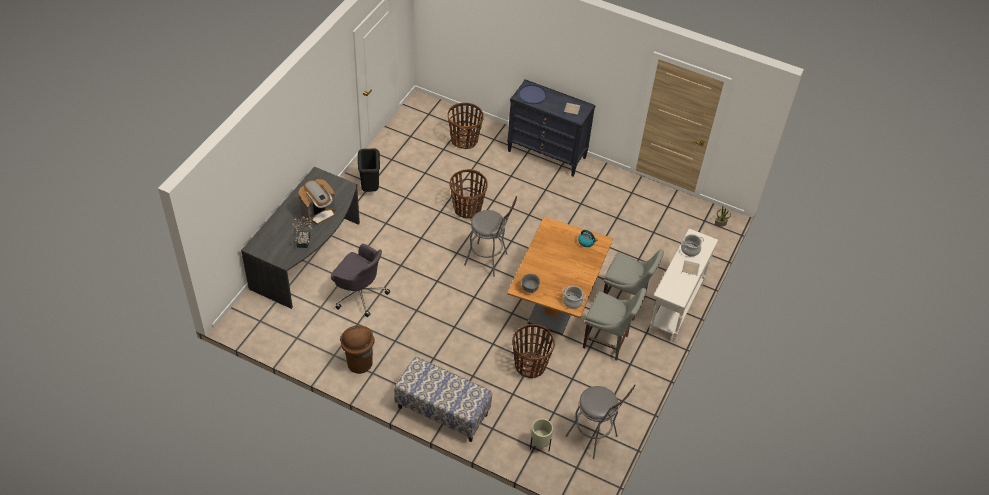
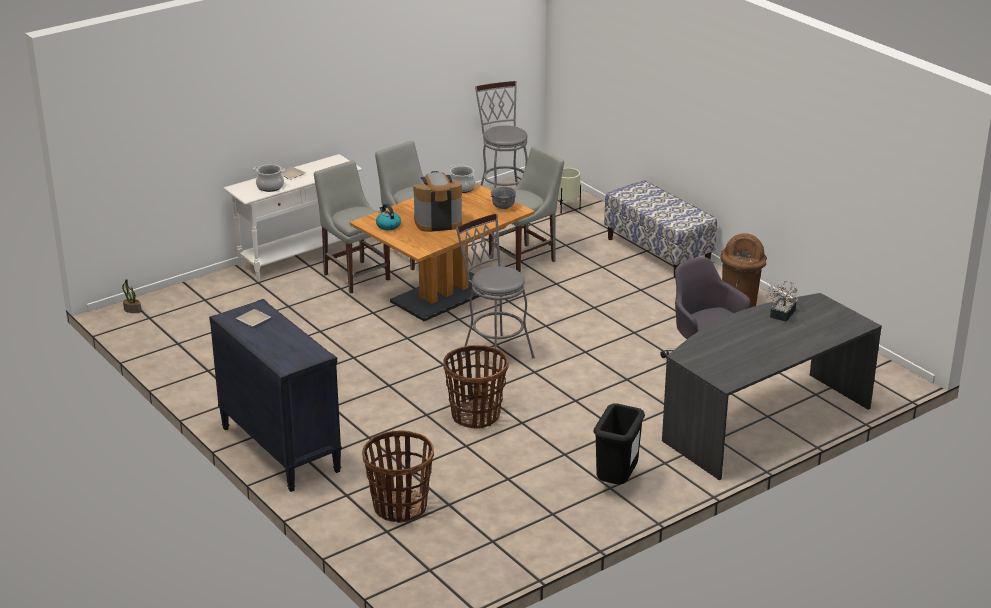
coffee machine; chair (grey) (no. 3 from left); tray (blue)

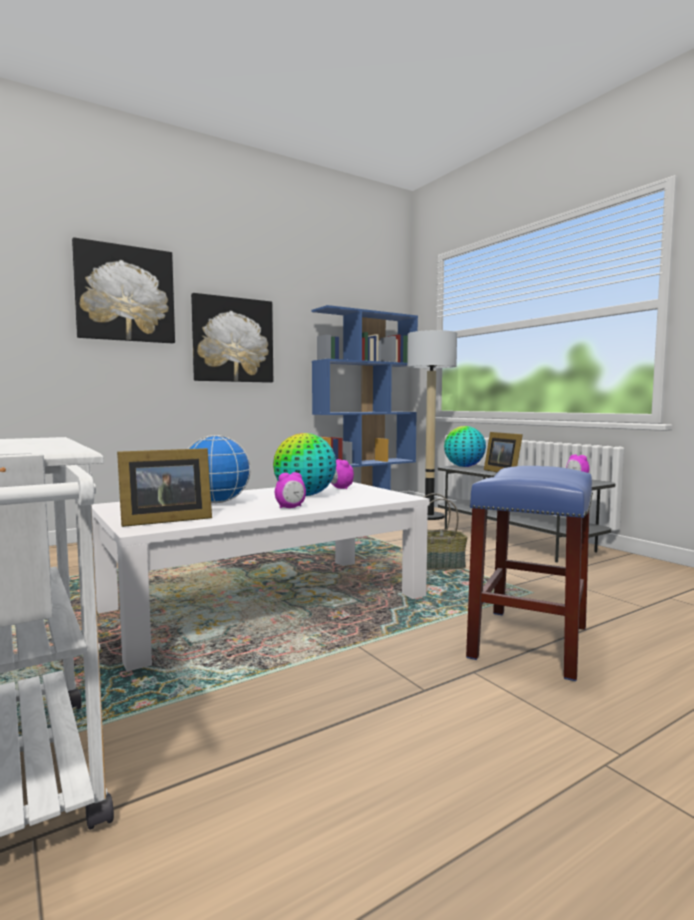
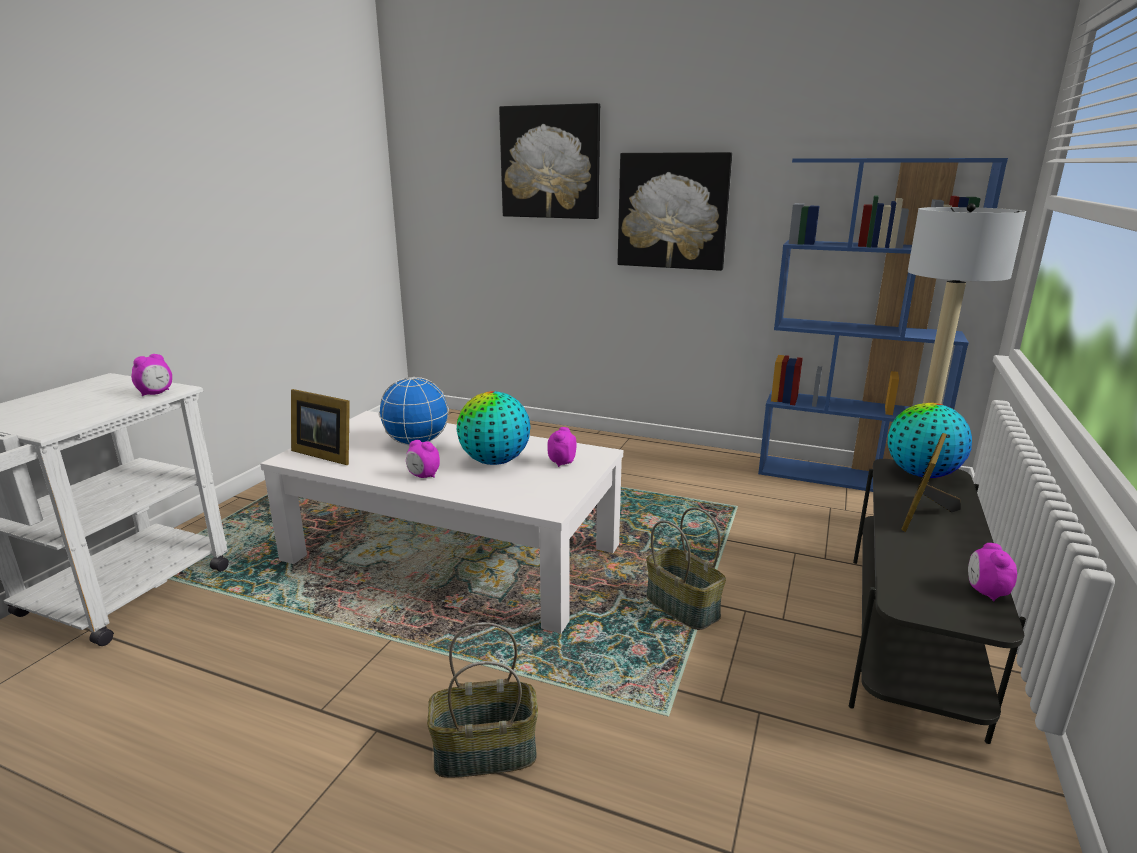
basket (no. 1 from left); alarm clock (no. 1 from left)

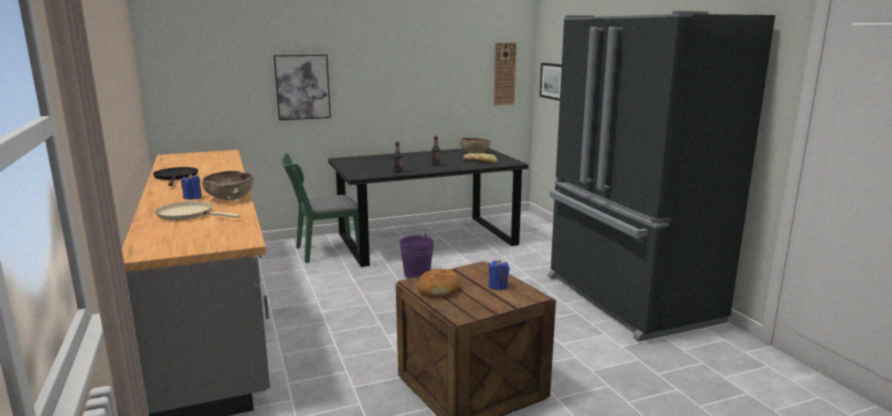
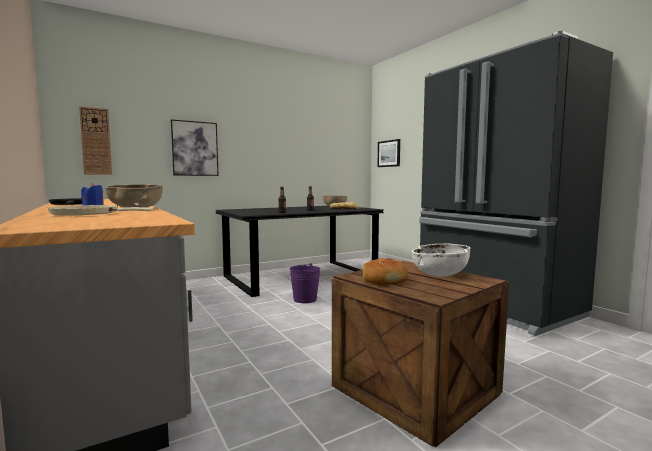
chair (green); bowl (white); wall clock

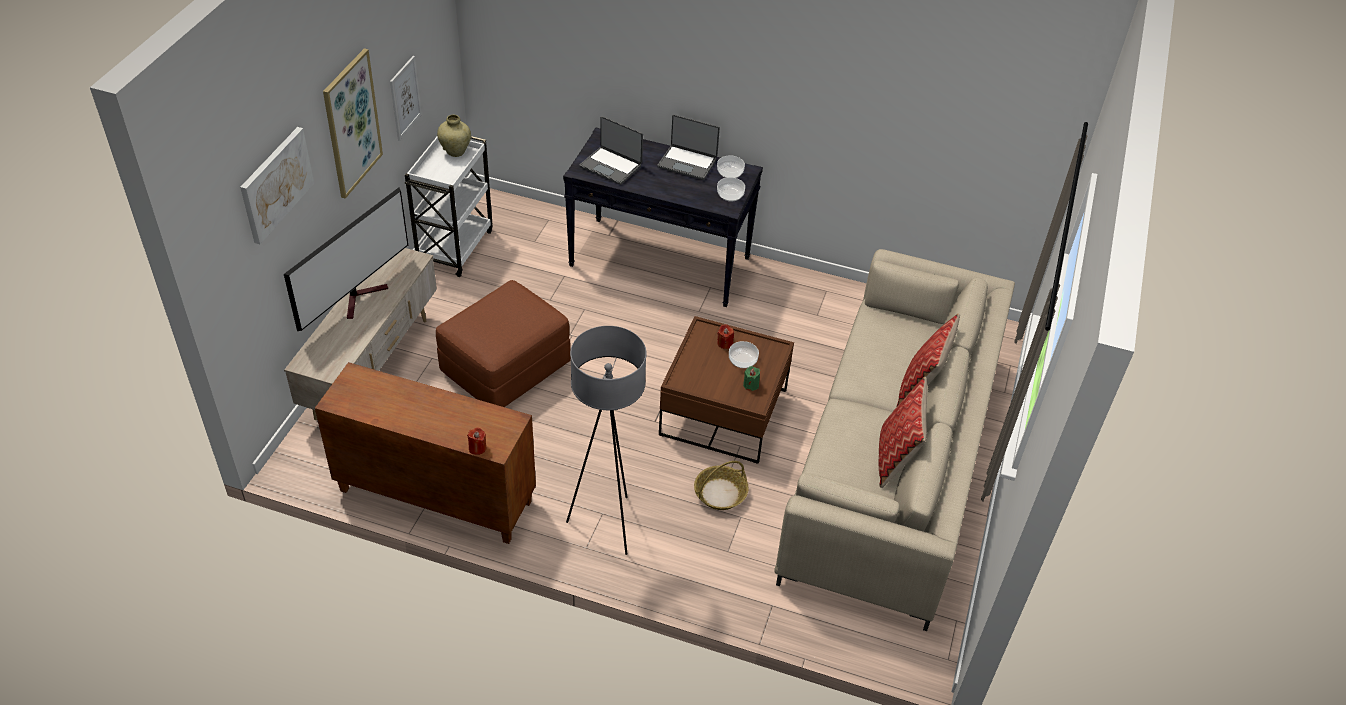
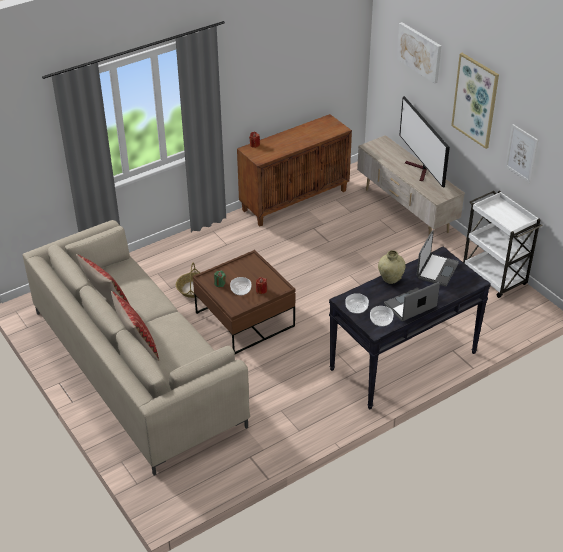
ottoman (brown); vase (beige); floor lamp (grey); laptop (no. 2 from left)

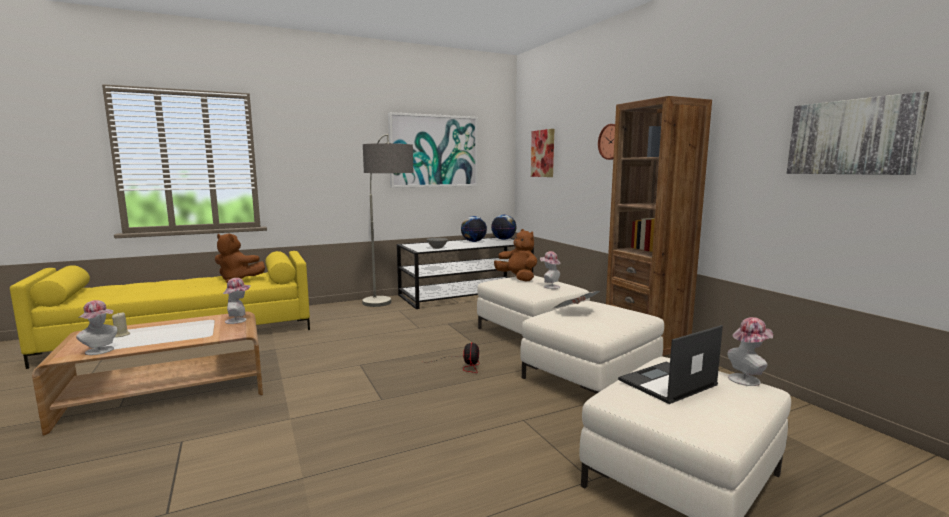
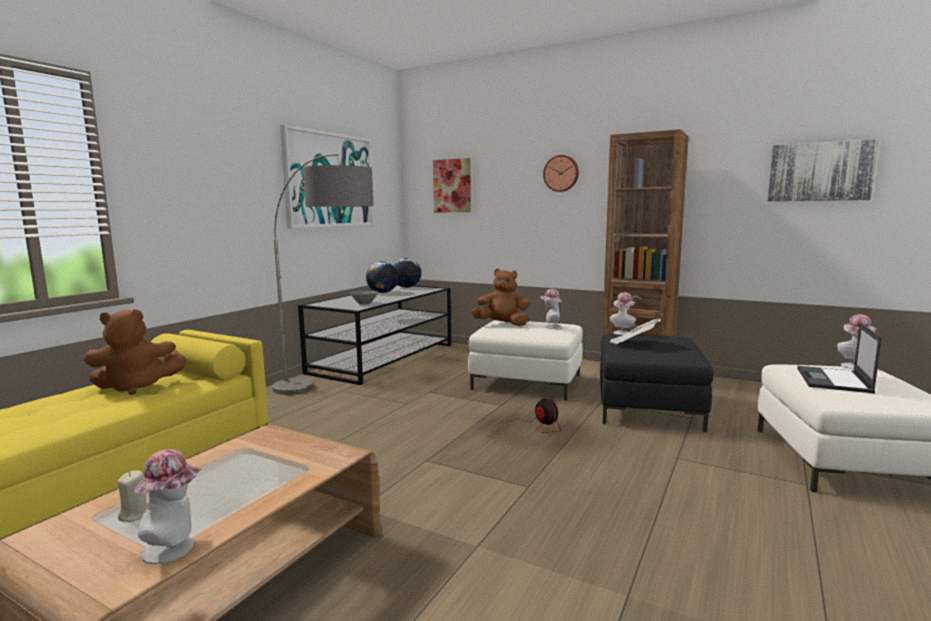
hat (no. 3 from left); ottoman (black)

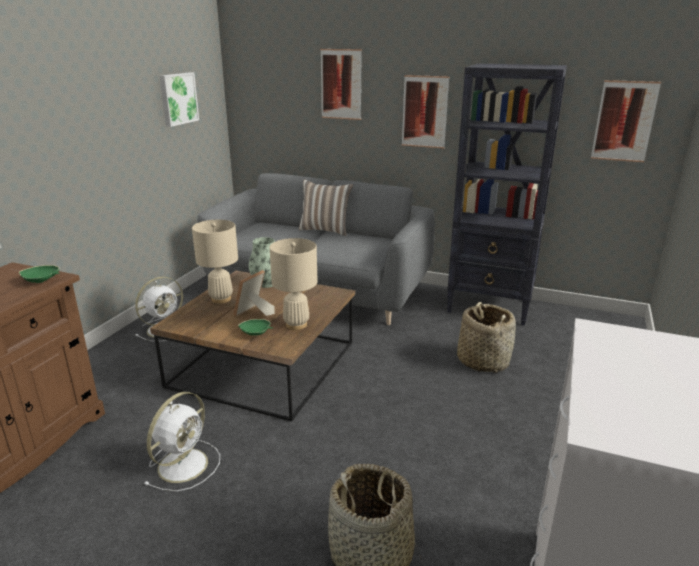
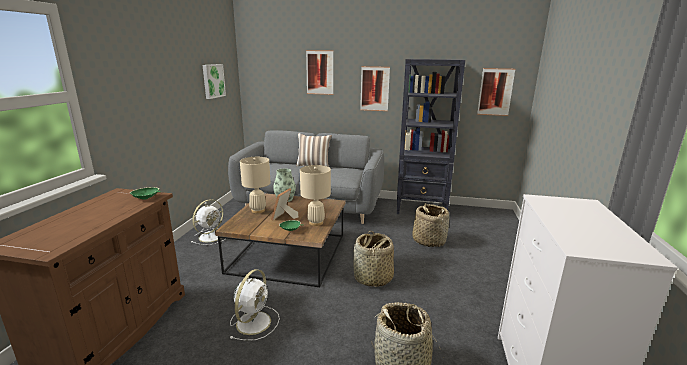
basket (no. 1 from left)

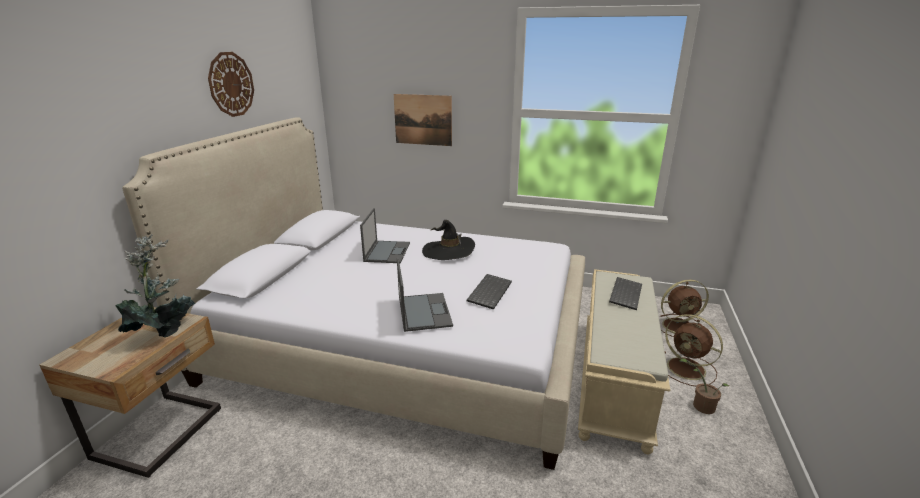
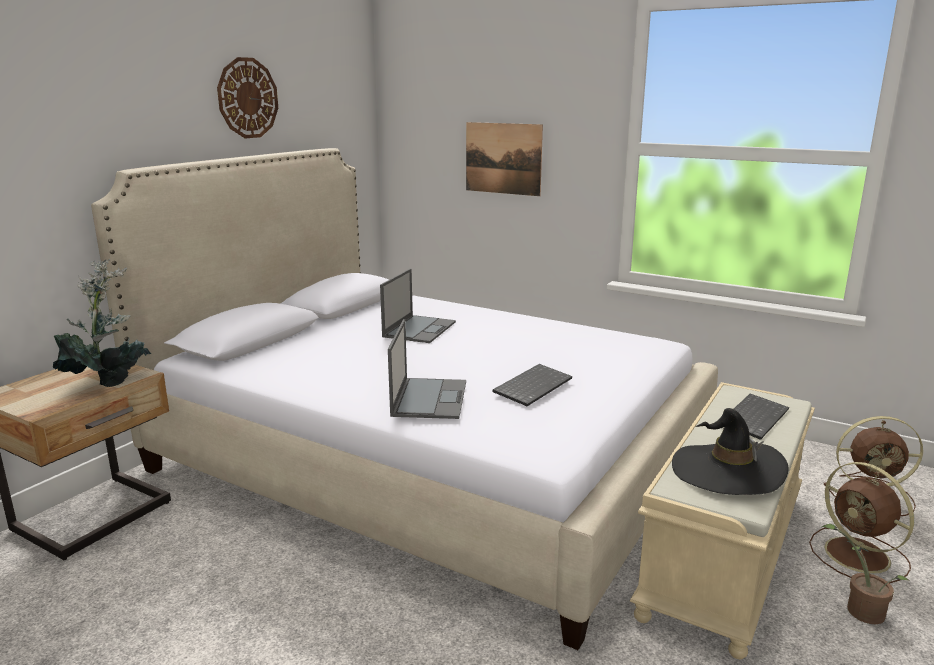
hat (black)

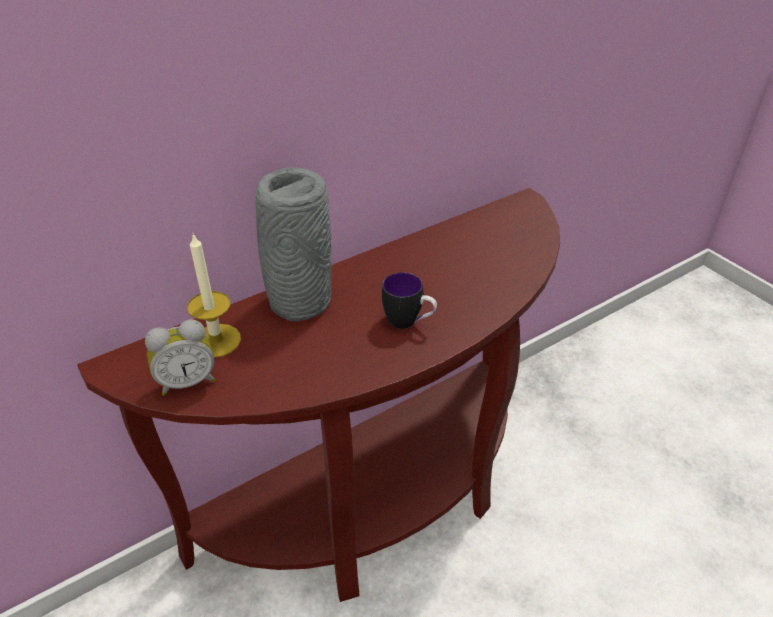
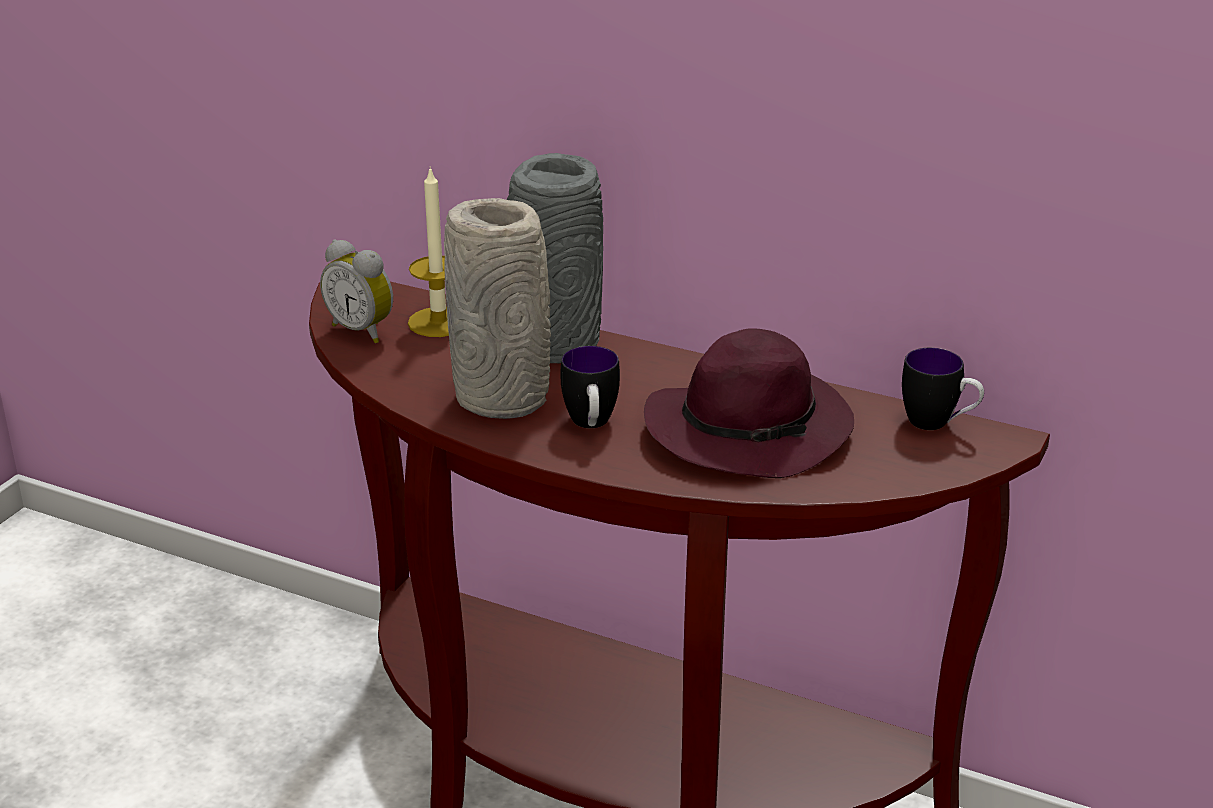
vase (grey) (no. 1 from left); hat (purple); mug (no. 2 from left)

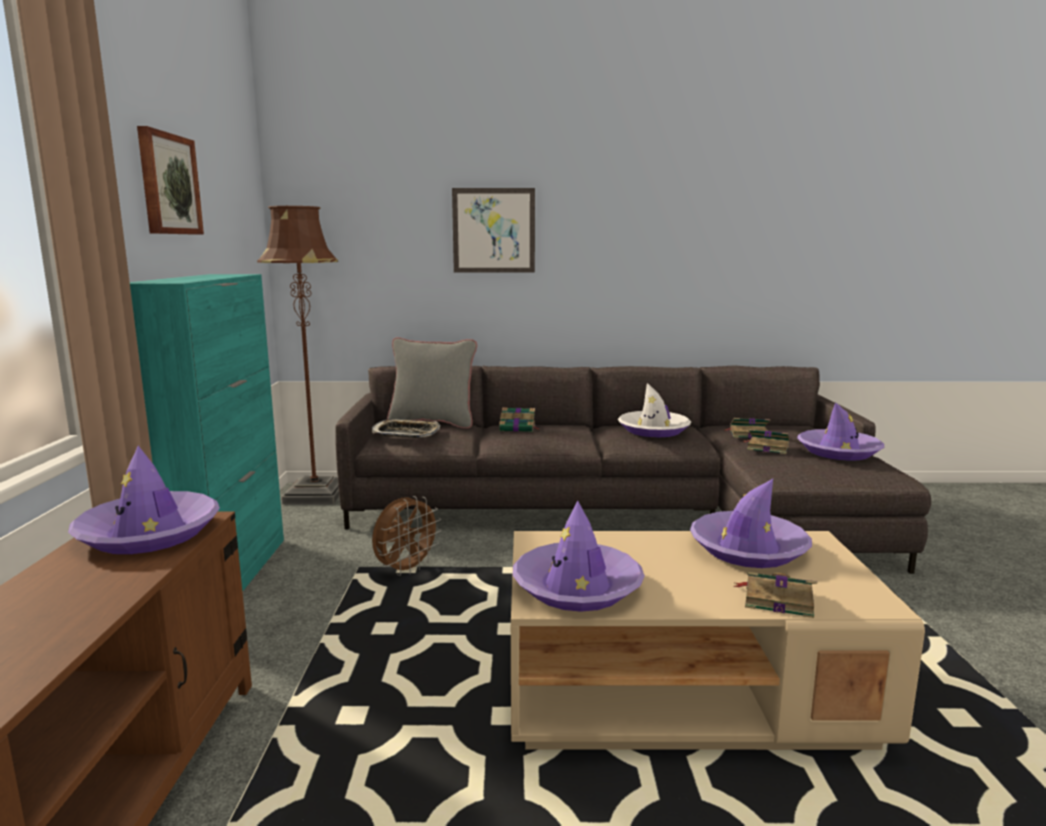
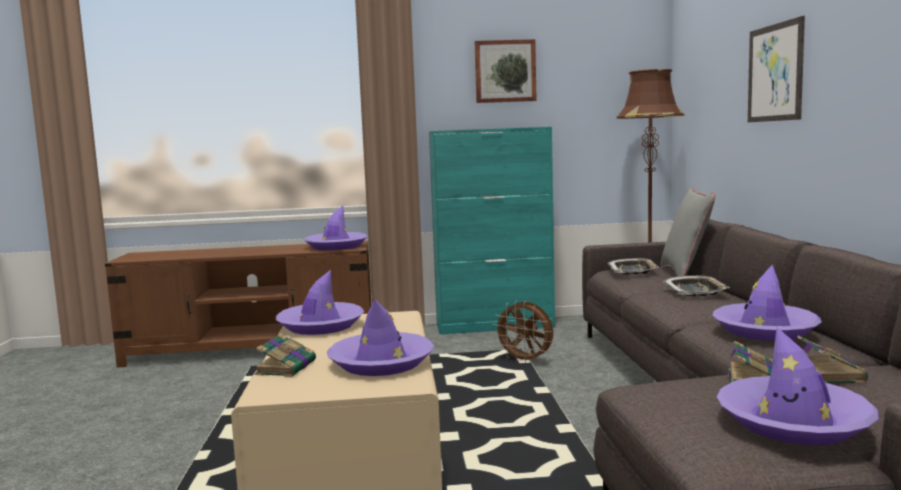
tray (no. 2 from left); hat (purple) (no. 4 from left)

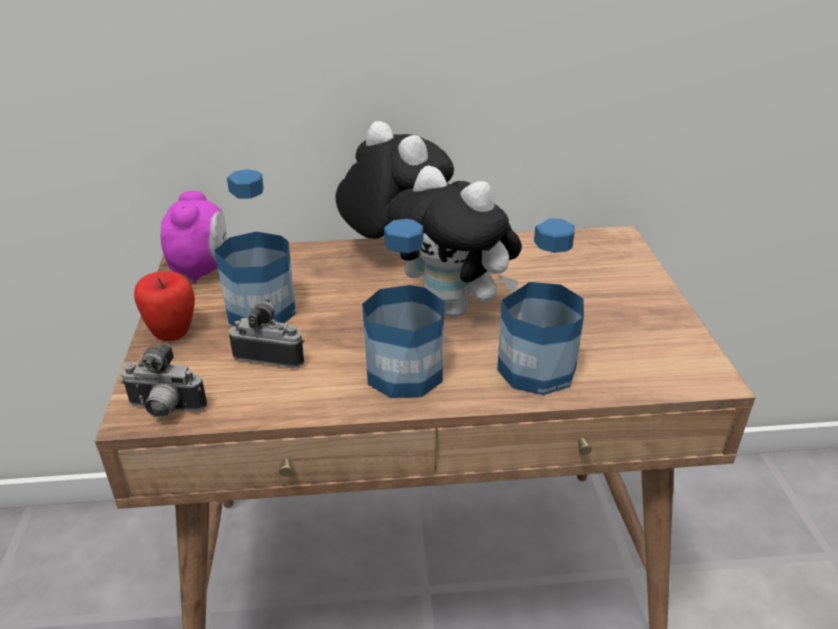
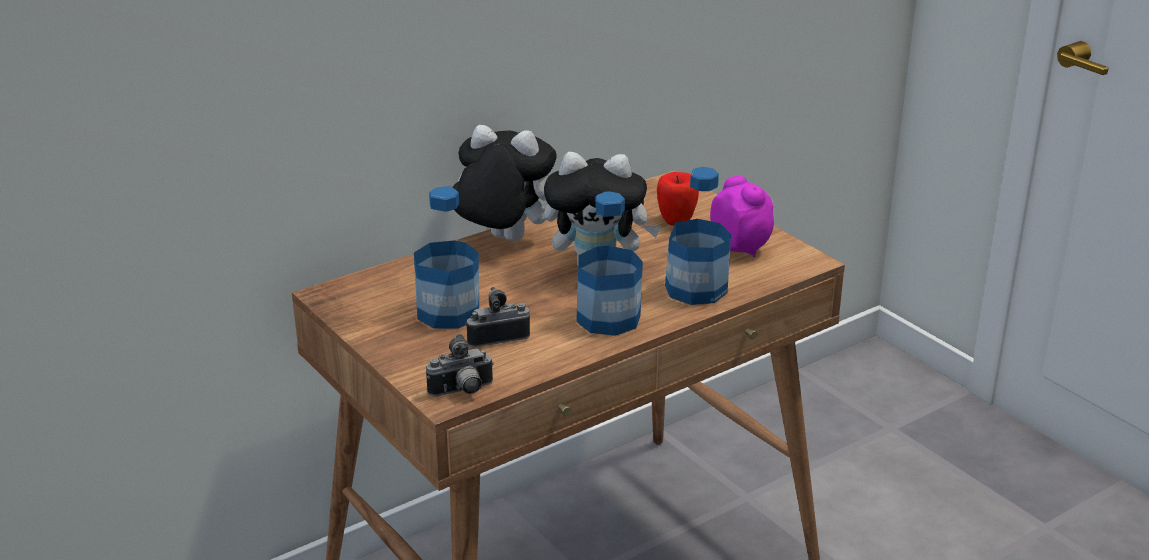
apple; alarm clock

